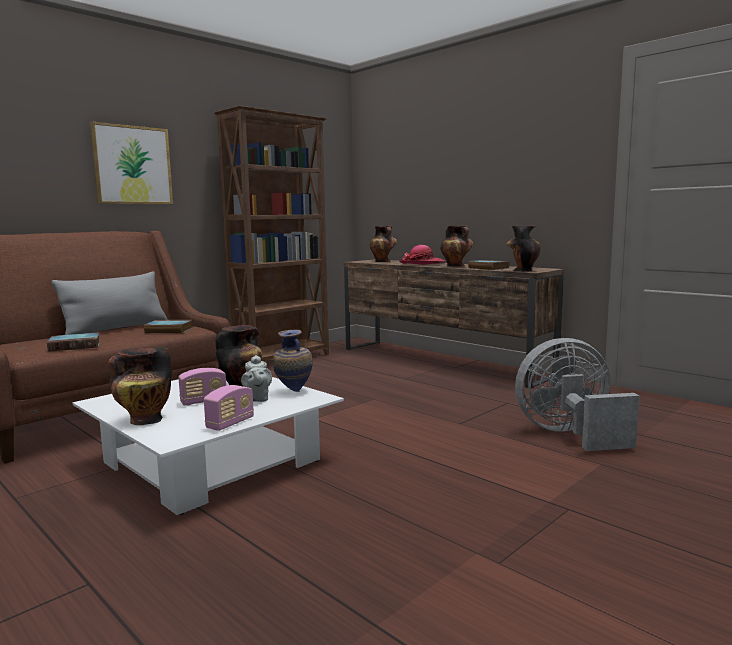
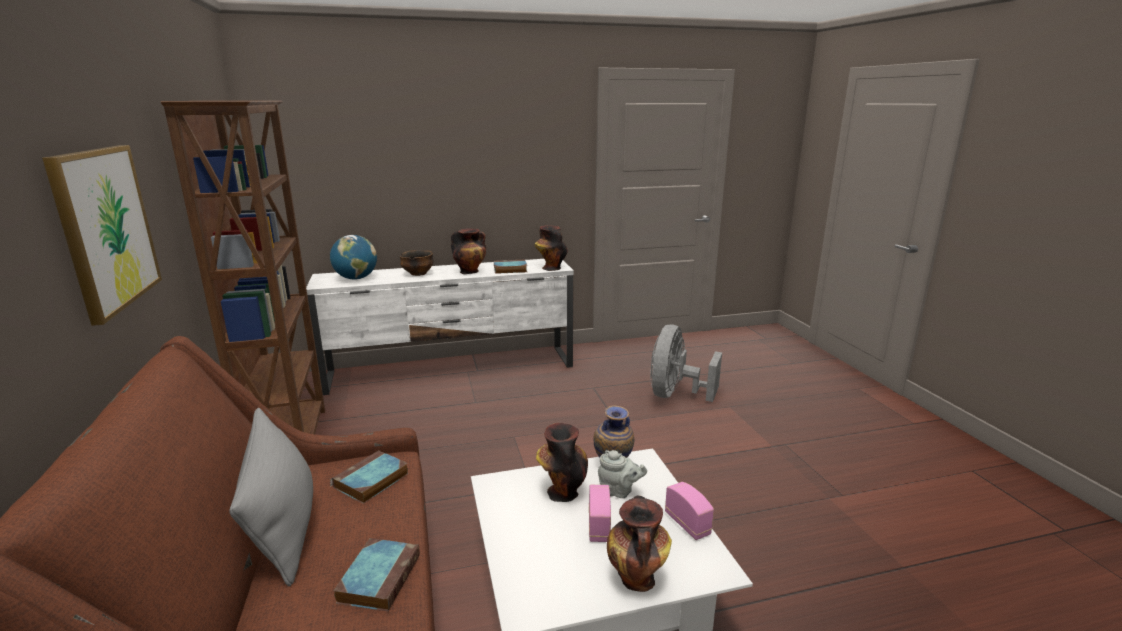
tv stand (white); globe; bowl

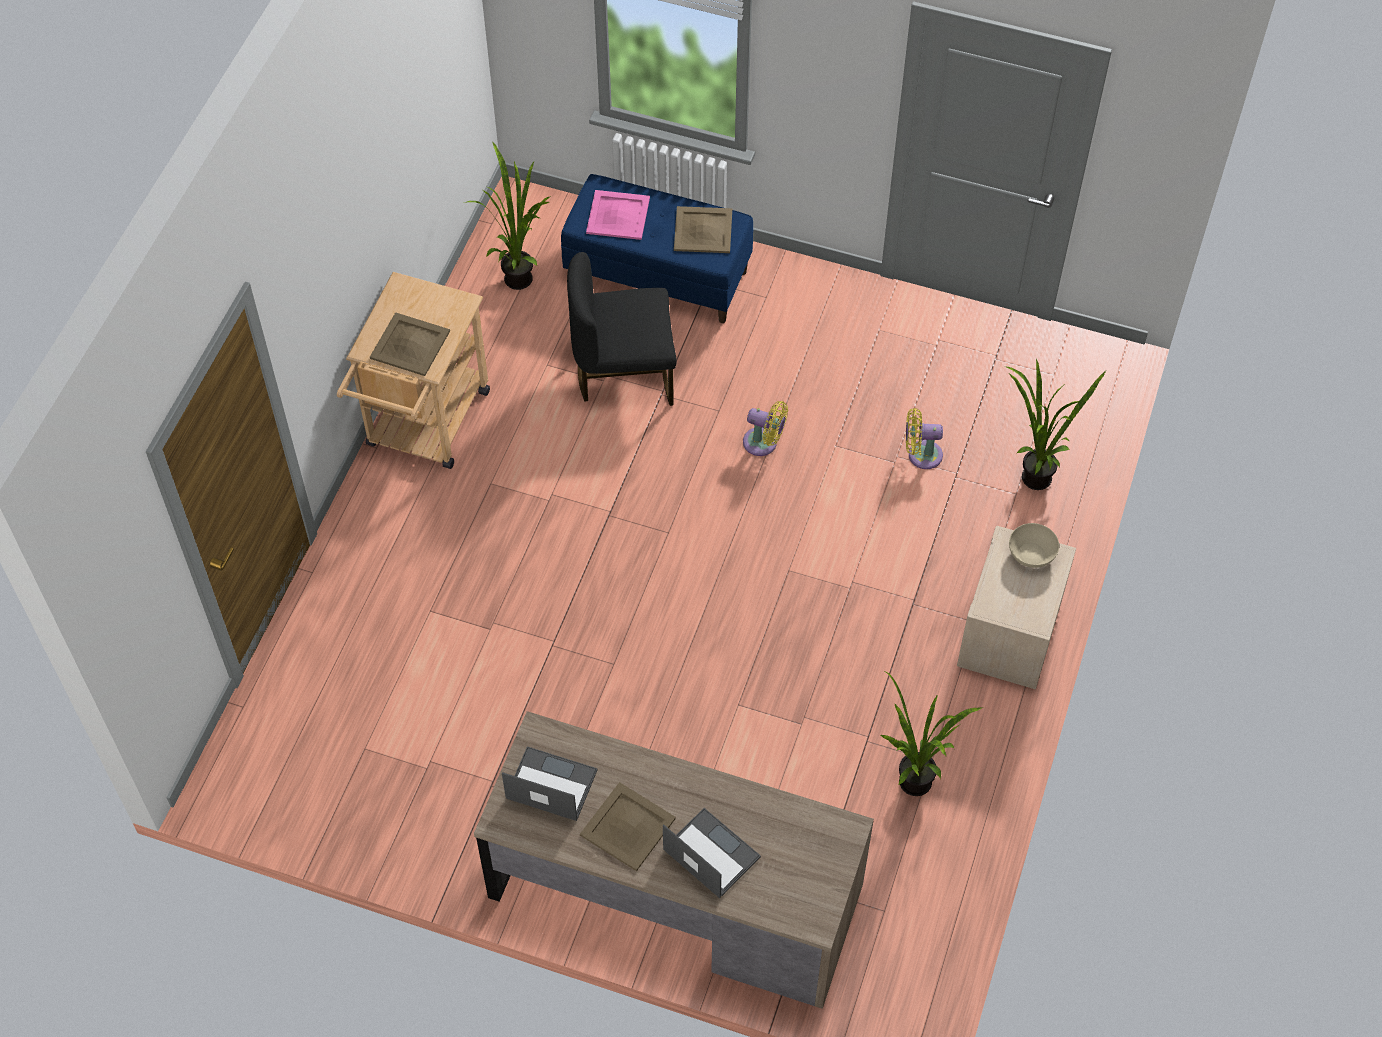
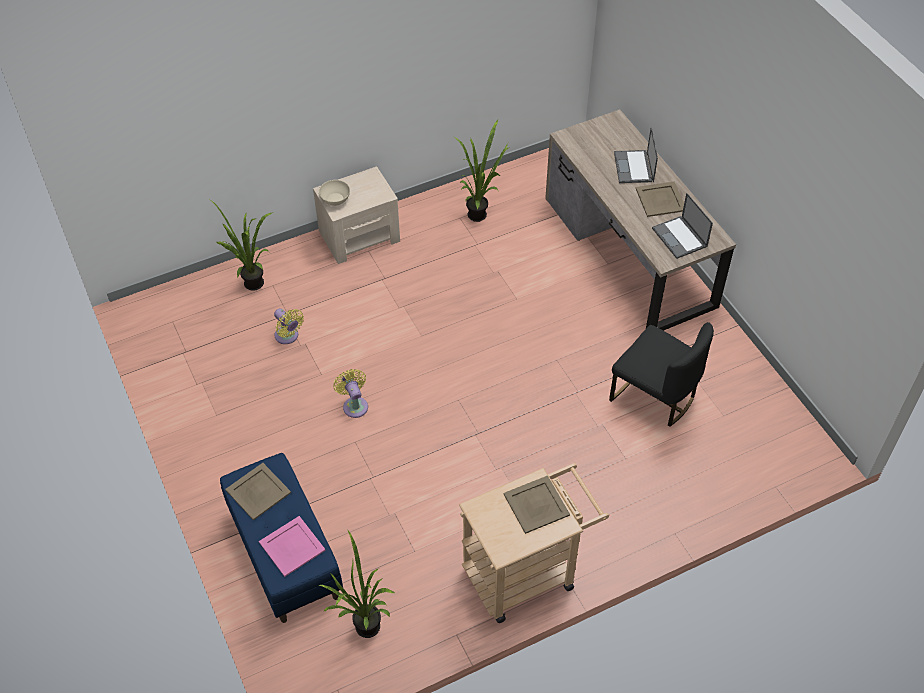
chair (black)

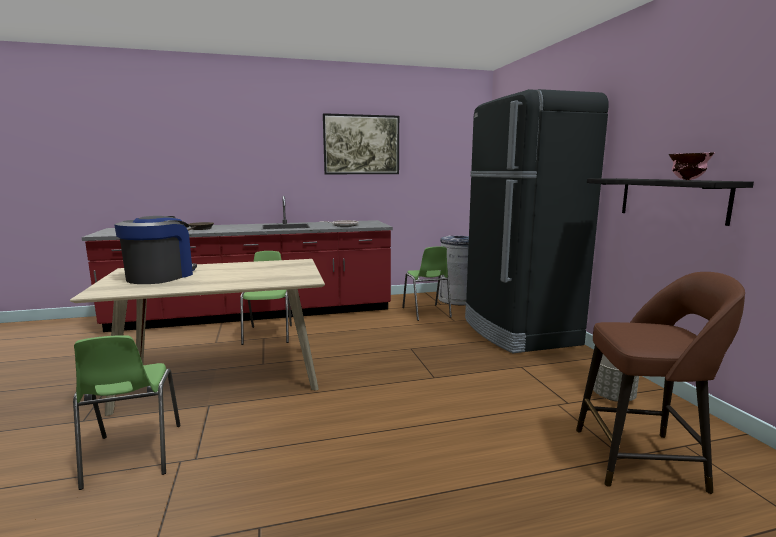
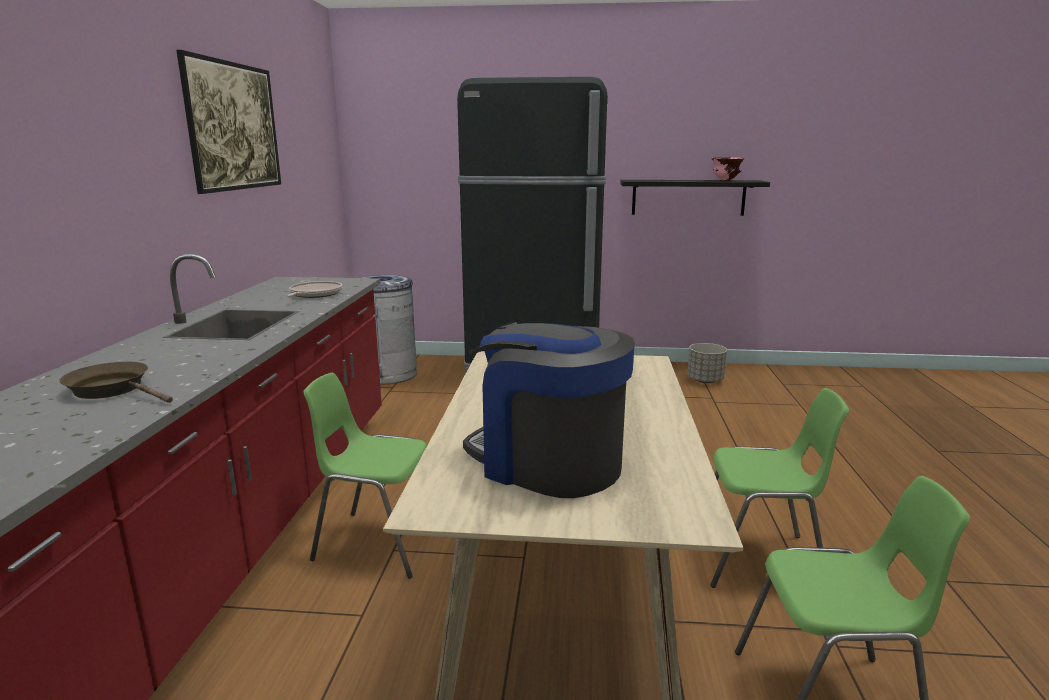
chair (green) (no. 2 from left); stool (brown)

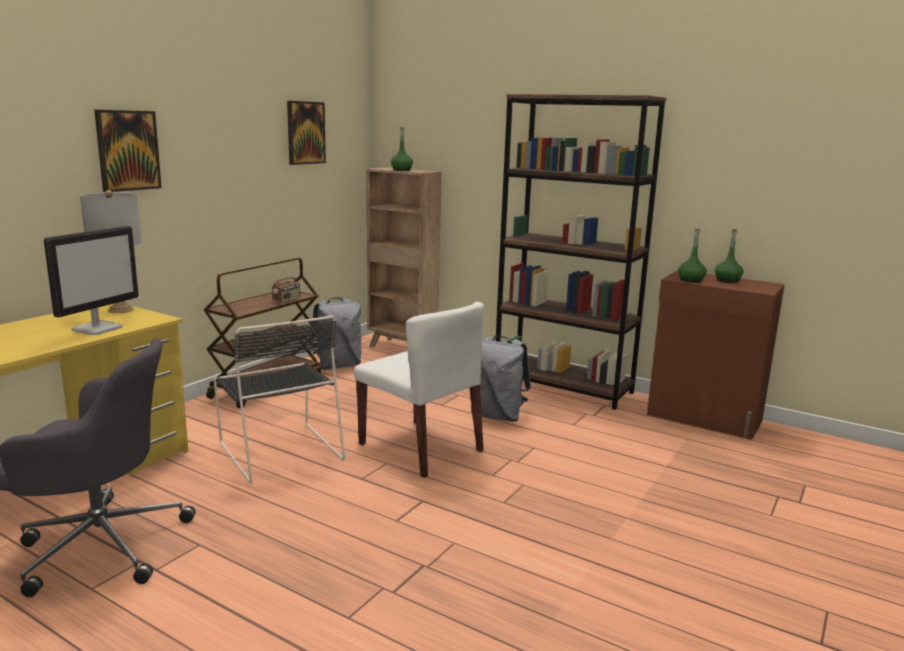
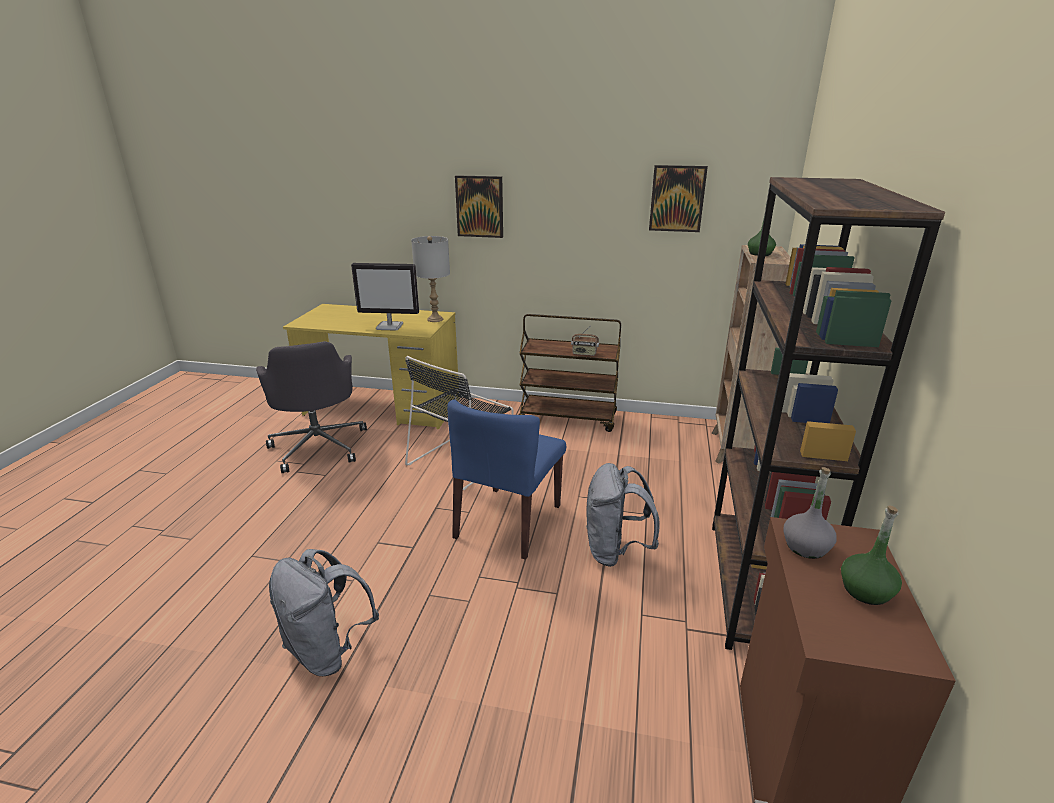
backpack (grey) (no. 1 from left); chair (blue); bottle (grey)

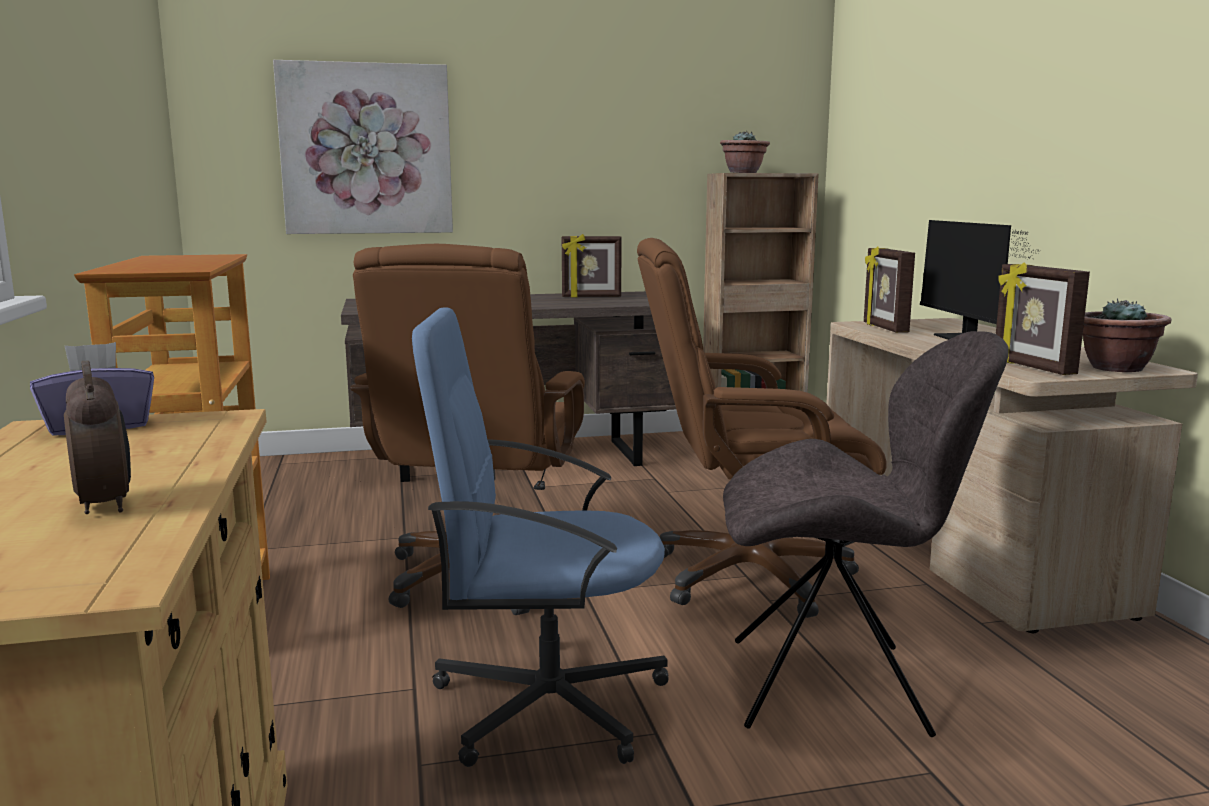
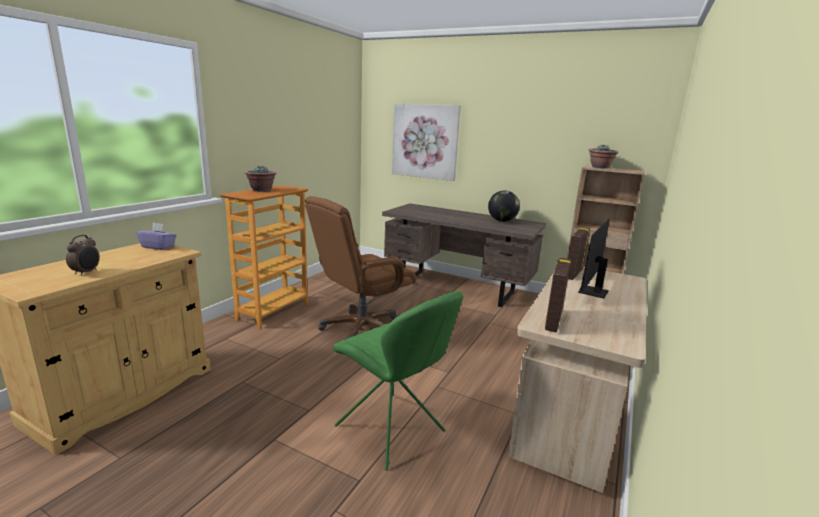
office chair (blue); globe; office chair (brown) (no. 2 from left in the first image); chair (green); potted plant (no. 1 from left)

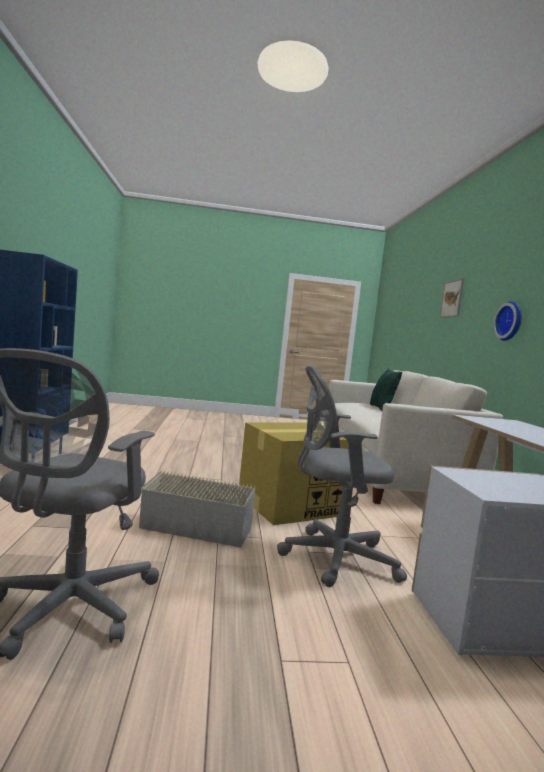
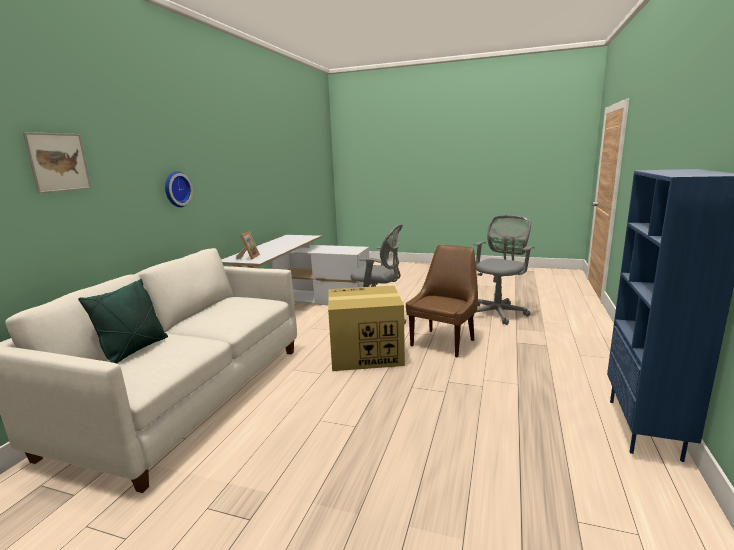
chair (brown); picture frame

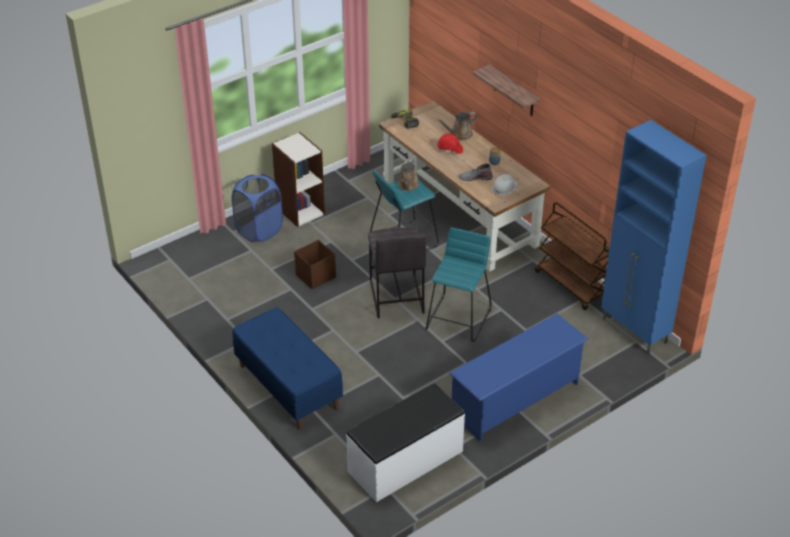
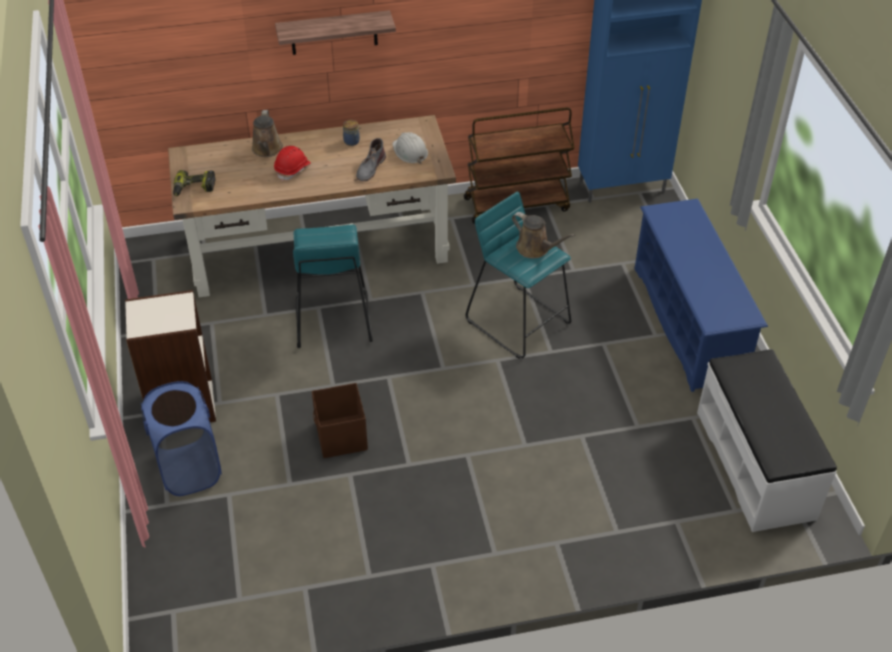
bench (blue); stool (grey); watering can (brown) (no. 2 from left)

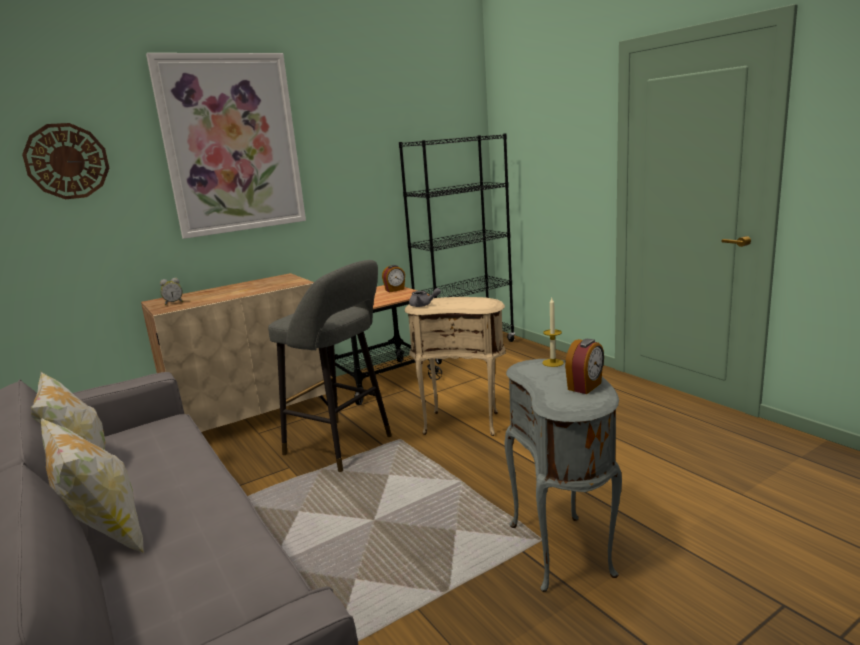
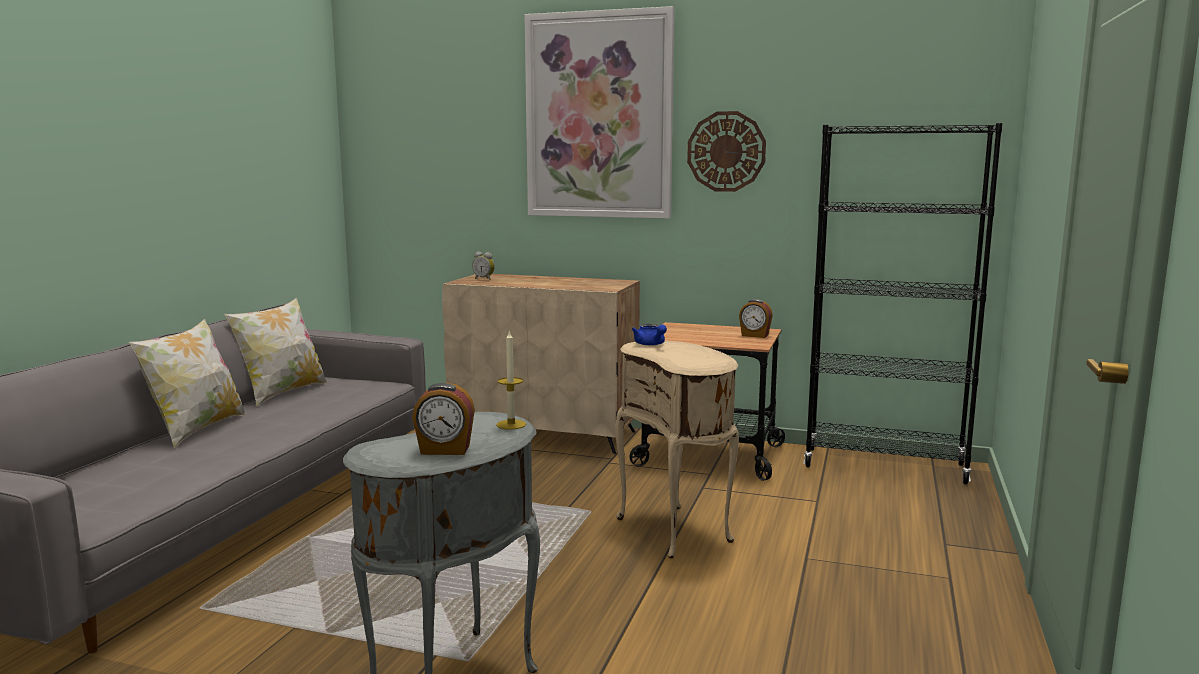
wall clock; stool (grey); teapot (blue)

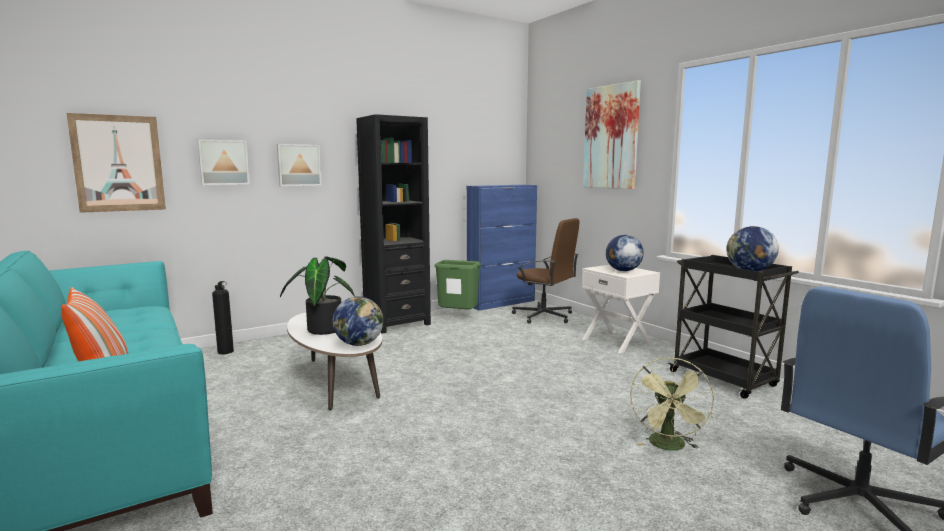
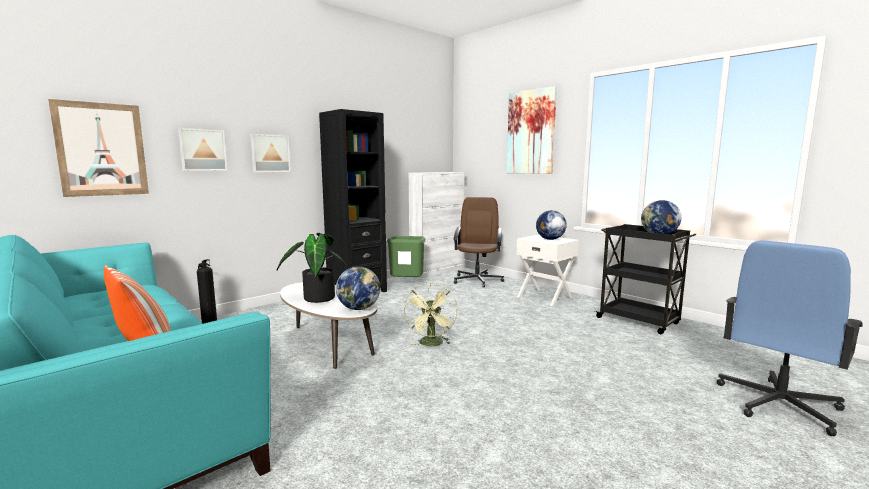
cabinet (white); office chair (brown); fan (green)

